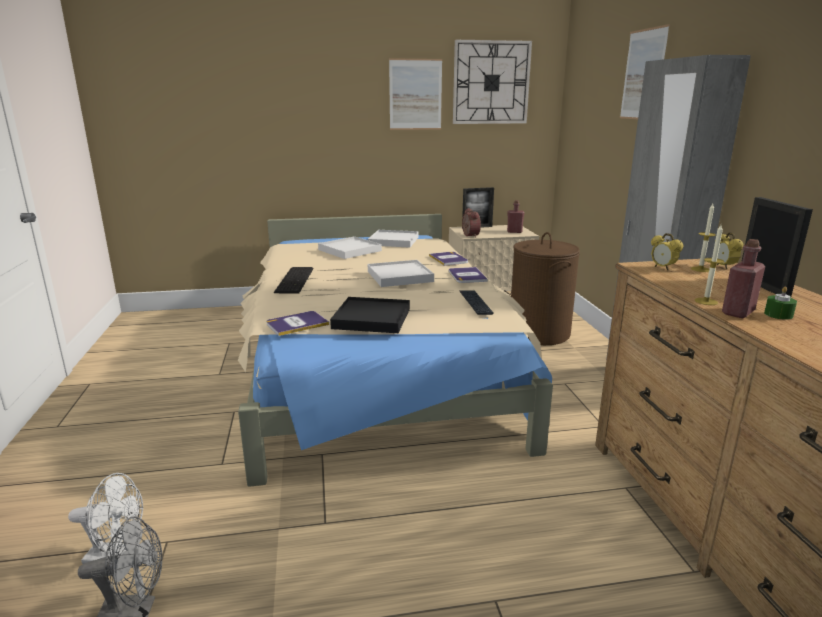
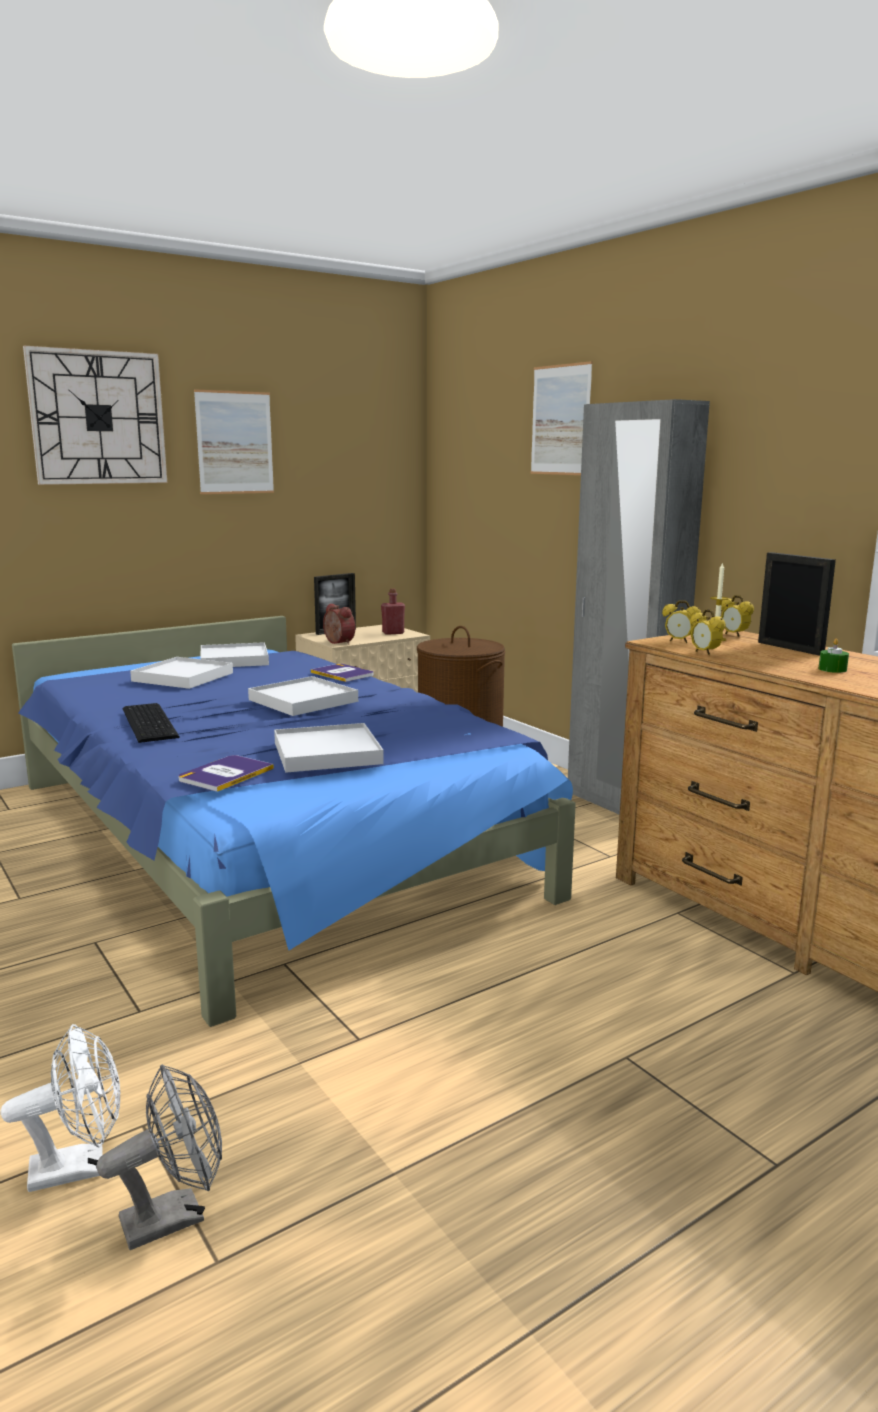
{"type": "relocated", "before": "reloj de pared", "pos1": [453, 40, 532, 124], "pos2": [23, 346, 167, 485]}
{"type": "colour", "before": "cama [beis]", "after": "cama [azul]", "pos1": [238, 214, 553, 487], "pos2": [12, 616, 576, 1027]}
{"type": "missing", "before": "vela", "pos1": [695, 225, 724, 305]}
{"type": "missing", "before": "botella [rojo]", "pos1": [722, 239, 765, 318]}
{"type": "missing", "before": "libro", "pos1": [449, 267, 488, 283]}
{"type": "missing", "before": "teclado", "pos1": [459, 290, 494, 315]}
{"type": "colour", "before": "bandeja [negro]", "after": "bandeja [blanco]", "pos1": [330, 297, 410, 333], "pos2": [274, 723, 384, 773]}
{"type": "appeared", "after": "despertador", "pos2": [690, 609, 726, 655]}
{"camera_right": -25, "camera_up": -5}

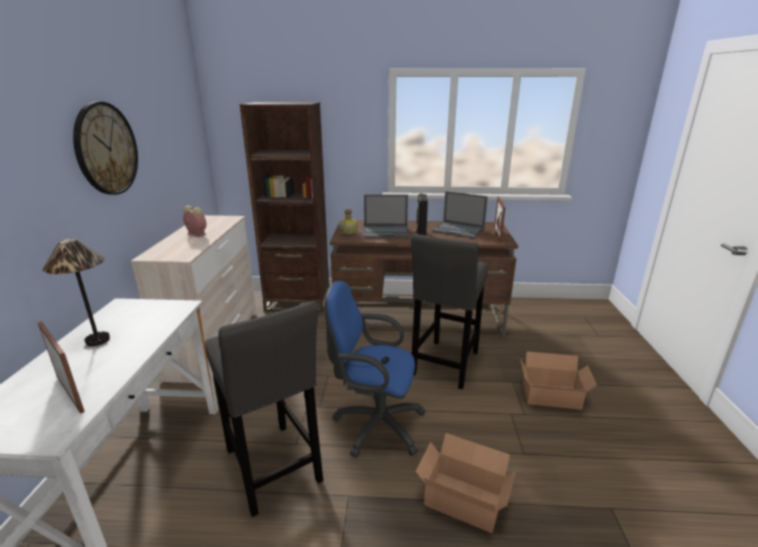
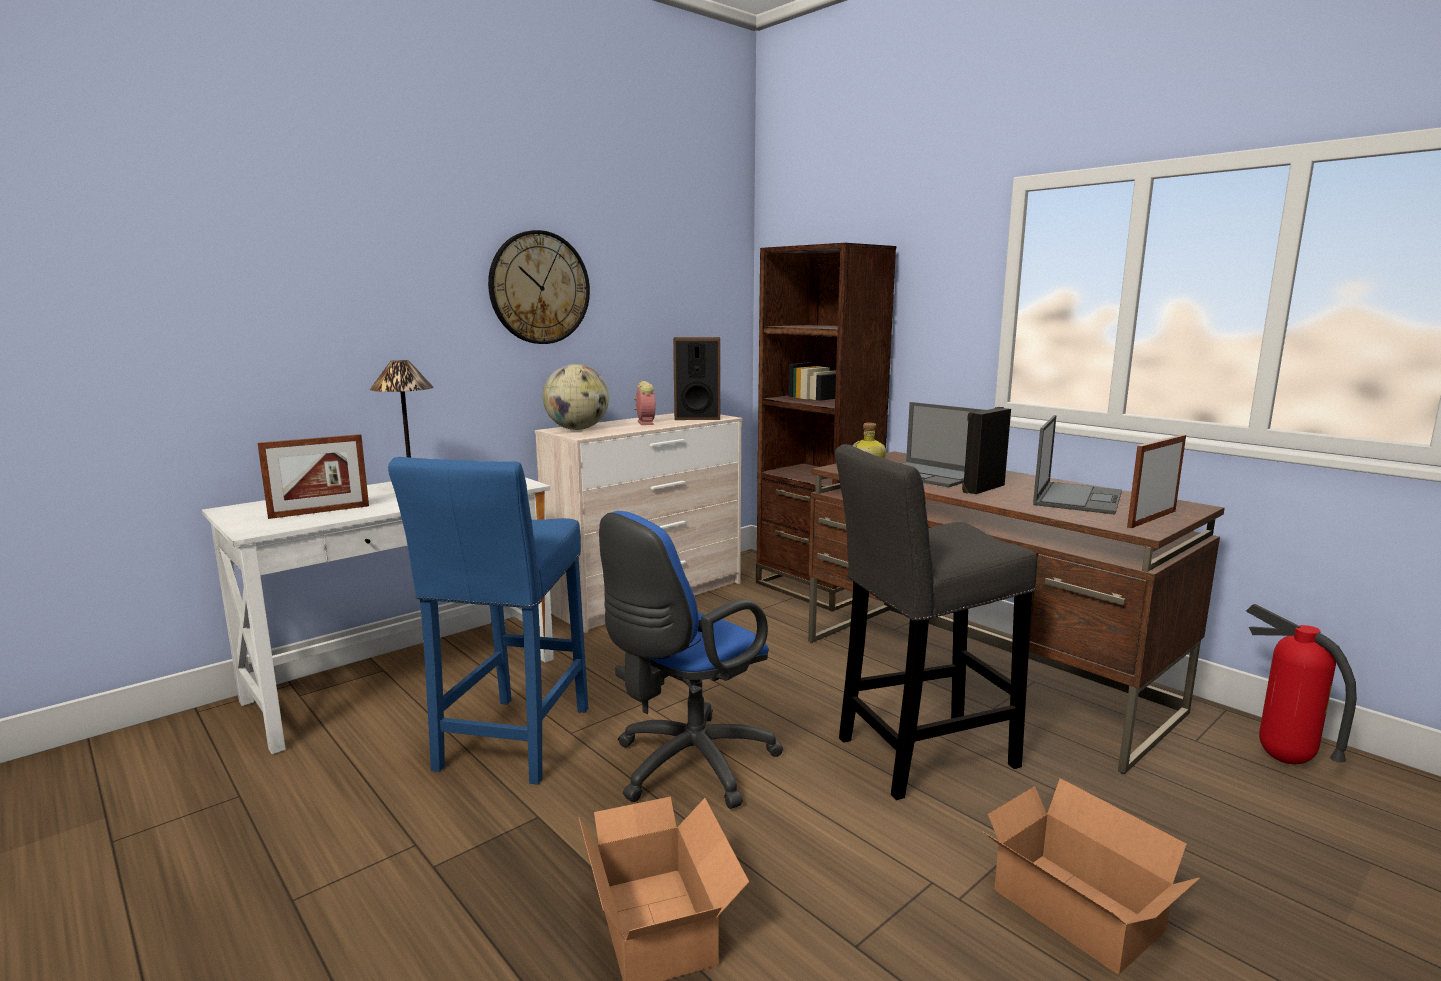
{"type": "spun", "before": "portátil", "pos1": [432, 191, 488, 239], "pos2": [1033, 415, 1122, 515], "turn": -135}
{"type": "spun", "before": "silla de oficina [azul]", "pos1": [324, 281, 426, 458], "pos2": [599, 511, 783, 809], "turn": -105}
{"type": "colour", "before": "taburete [gris]", "after": "taburete [azul]", "pos1": [205, 301, 323, 517], "pos2": [388, 457, 588, 785]}
{"type": "spun", "before": "portarretratos", "pos1": [37, 321, 85, 414], "pos2": [257, 434, 369, 519], "turn": 60}
{"type": "appeared", "after": "altavoz", "pos2": [673, 337, 720, 420]}
{"type": "appeared", "after": "globo terráqueo", "pos2": [543, 364, 609, 430]}
{"type": "appeared", "after": "extintor", "pos2": [1246, 604, 1357, 764]}
{"camera_right": 45, "camera_up": -10}

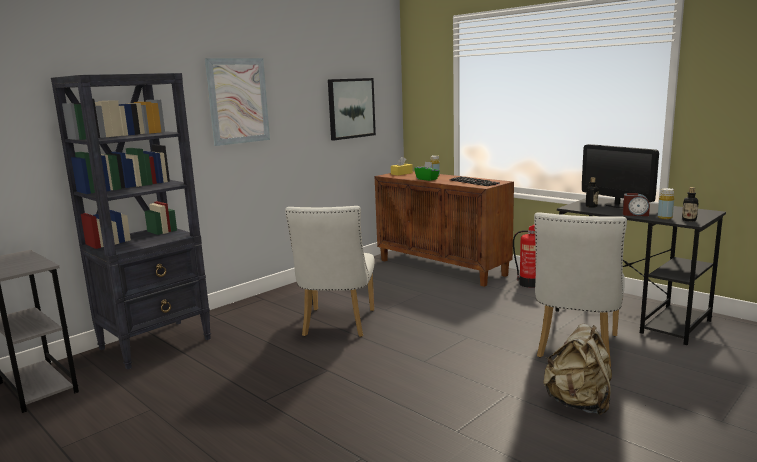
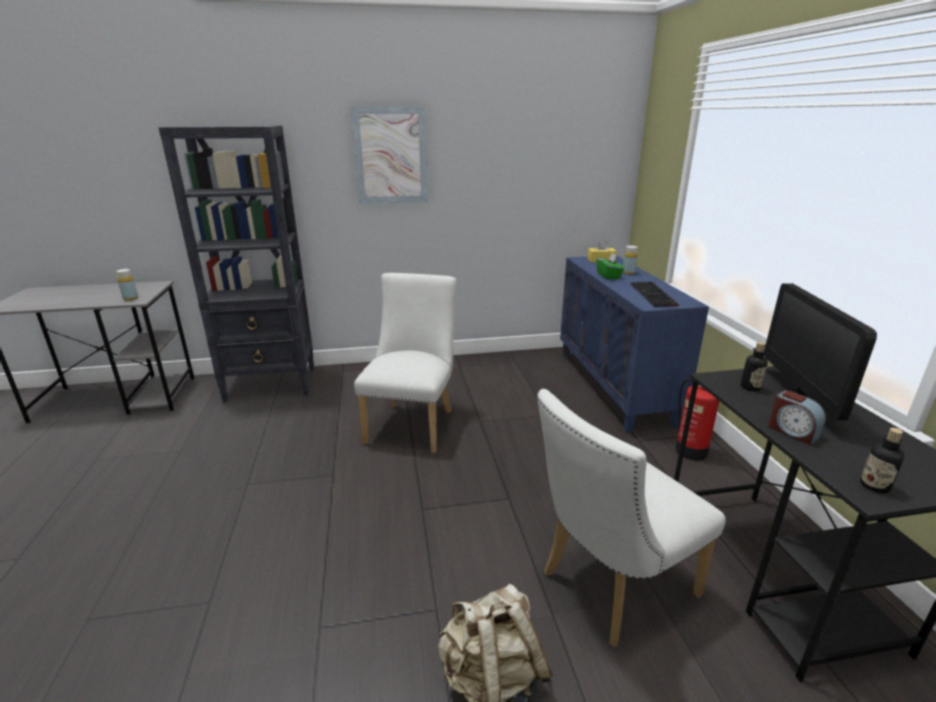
{"type": "missing", "before": "cuadro", "pos1": [328, 78, 376, 140]}
{"type": "colour", "before": "armario [marrón]", "after": "armario [azul]", "pos1": [375, 171, 514, 287], "pos2": [560, 255, 709, 433]}
{"type": "relocated", "before": "botella [amarillo]", "pos1": [658, 188, 674, 219], "pos2": [116, 269, 138, 301]}
{"type": "spun", "before": "silla [blanco]", "pos1": [285, 206, 375, 337], "pos2": [354, 273, 457, 453], "turn": 150}
{"camera_right": 35, "camera_up": 10}

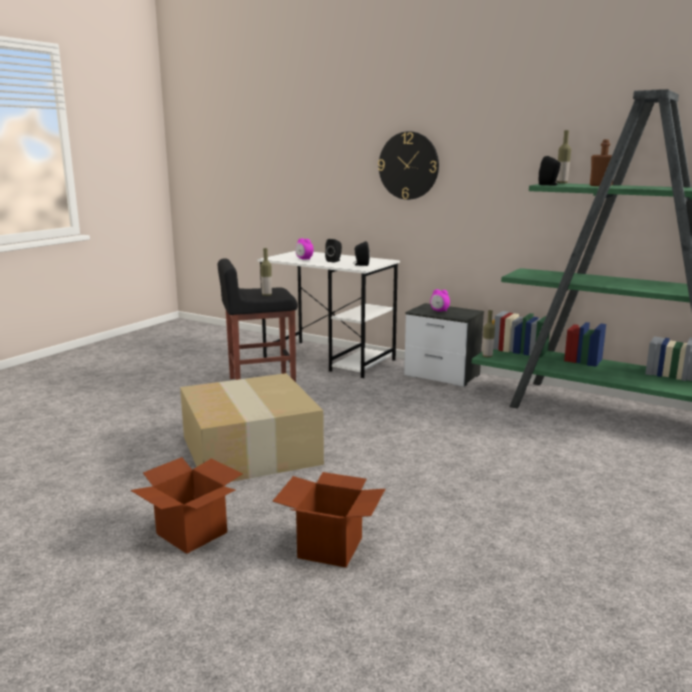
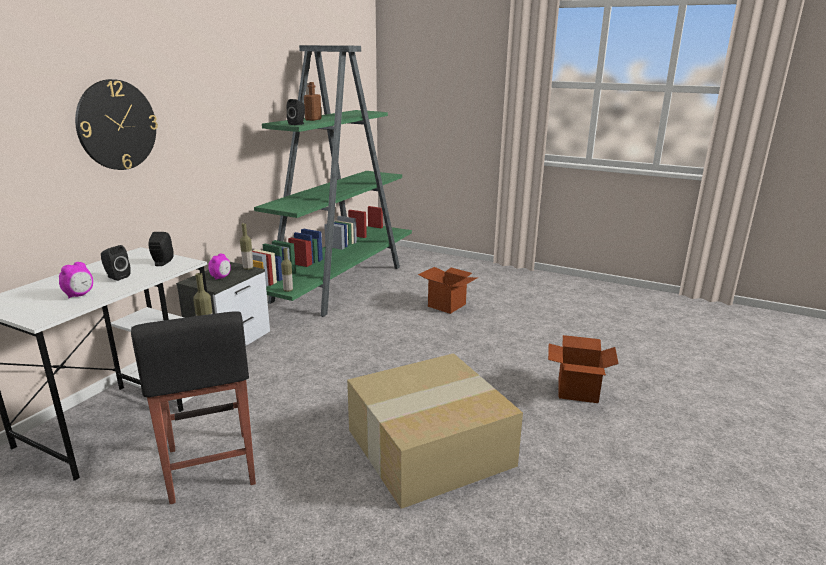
{"type": "relocated", "before": "botella", "pos1": [556, 130, 571, 183], "pos2": [240, 223, 253, 270]}
{"type": "relocated", "before": "caja de cartón", "pos1": [130, 457, 242, 554], "pos2": [418, 267, 478, 314]}
{"camera_right": -95, "camera_up": 5}

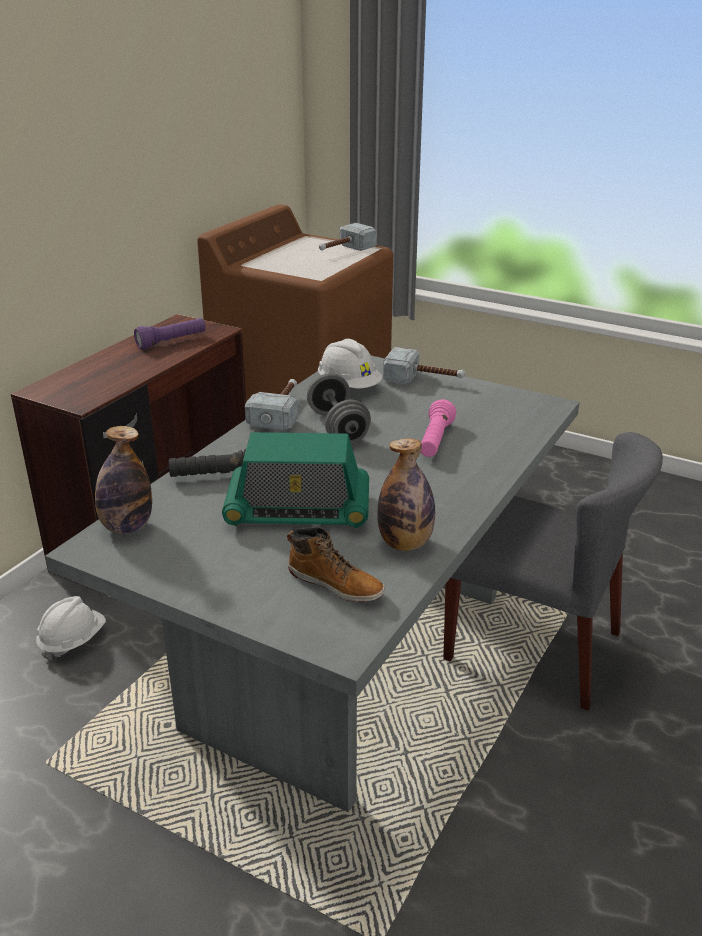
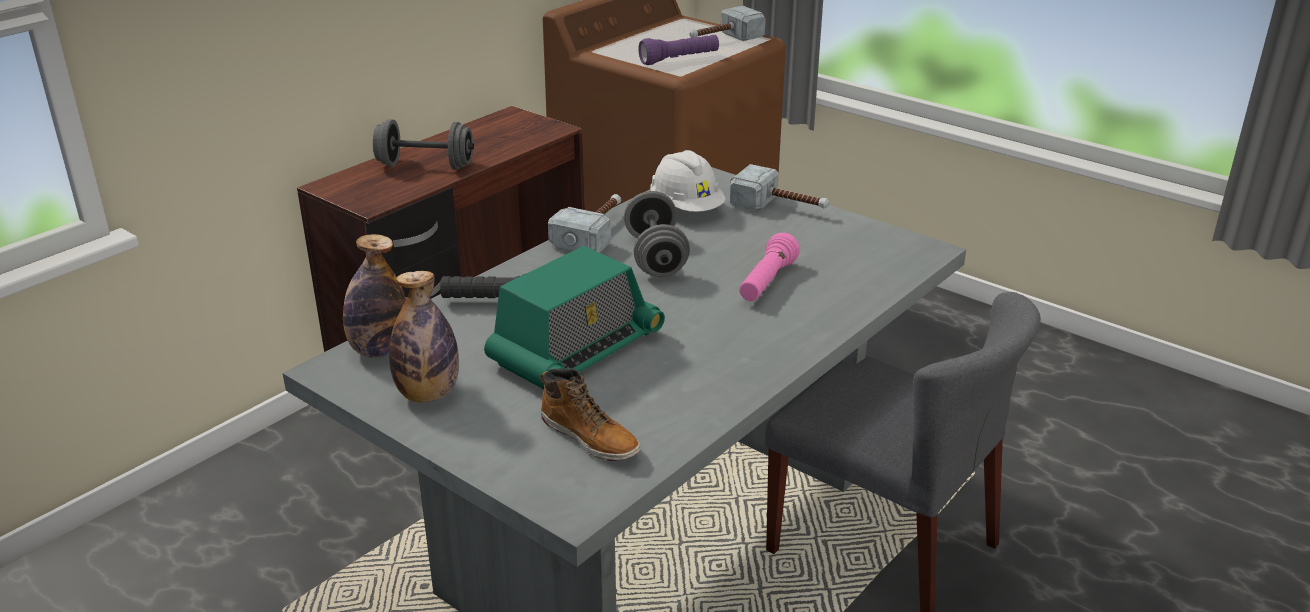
{"type": "relocated", "before": "linterna [morado]", "pos1": [134, 318, 205, 349], "pos2": [638, 35, 719, 65]}
{"type": "spun", "before": "radio", "pos1": [222, 432, 369, 528], "pos2": [484, 246, 665, 389], "turn": -60}
{"type": "relocated", "before": "botella", "pos1": [377, 438, 435, 551], "pos2": [389, 271, 459, 403]}
{"type": "missing", "before": "casco [blanco]", "pos1": [36, 596, 106, 661]}
{"type": "appeared", "after": "mancuerna [gris]", "pos2": [373, 119, 474, 169]}
{"camera_right": 10, "camera_up": 0}

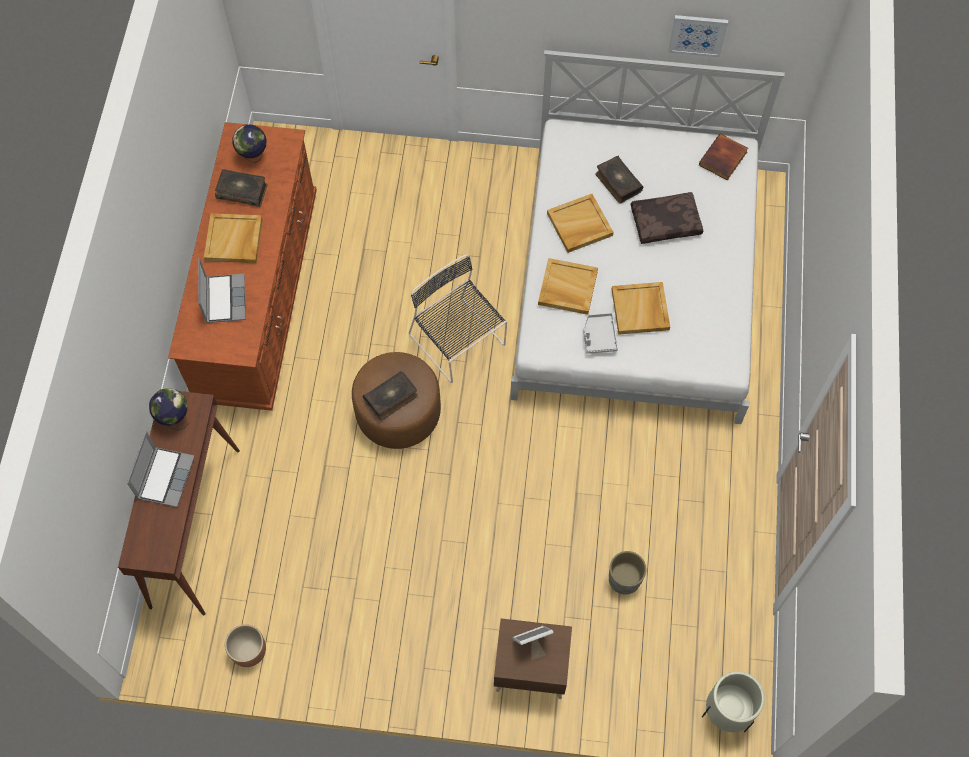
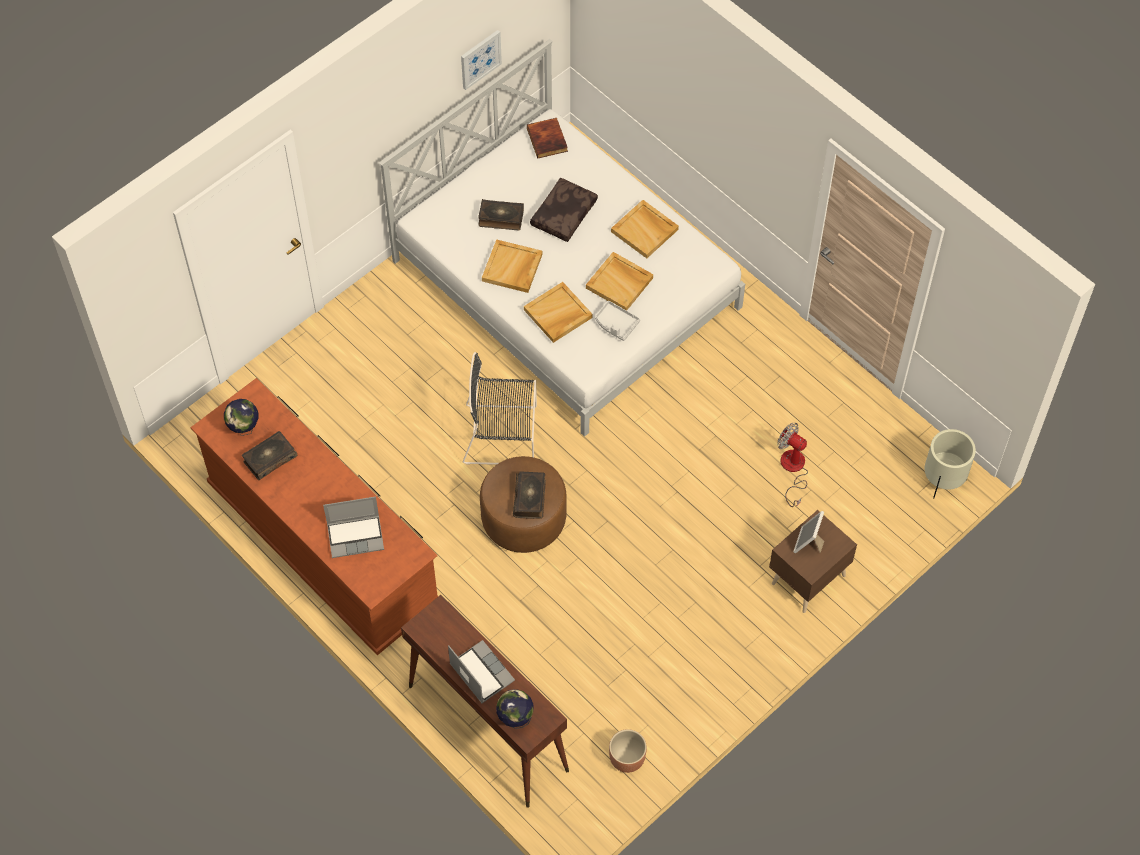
{"type": "relocated", "before": "bandeja [beis]", "pos1": [204, 213, 263, 263], "pos2": [611, 200, 679, 259]}
{"type": "spun", "before": "portátil", "pos1": [198, 257, 245, 323], "pos2": [323, 496, 384, 558], "turn": 135}
{"type": "relocated", "before": "globo terráqueo", "pos1": [149, 388, 189, 431], "pos2": [496, 689, 534, 729]}
{"type": "exchanged", "before": "maceta [gris]", "after": "ventilador", "pos1": [609, 551, 647, 595], "pos2": [777, 423, 808, 507]}
{"camera_right": -50, "camera_up": -5}

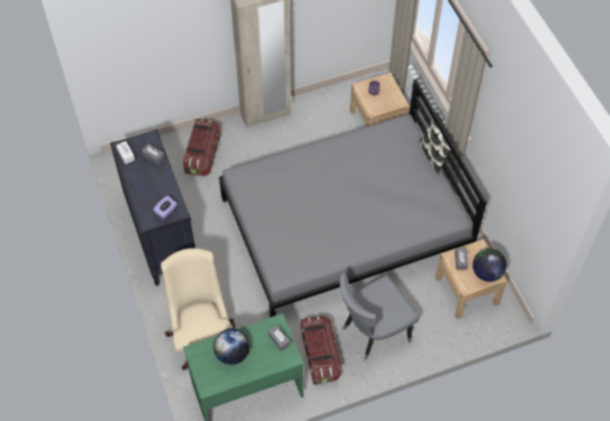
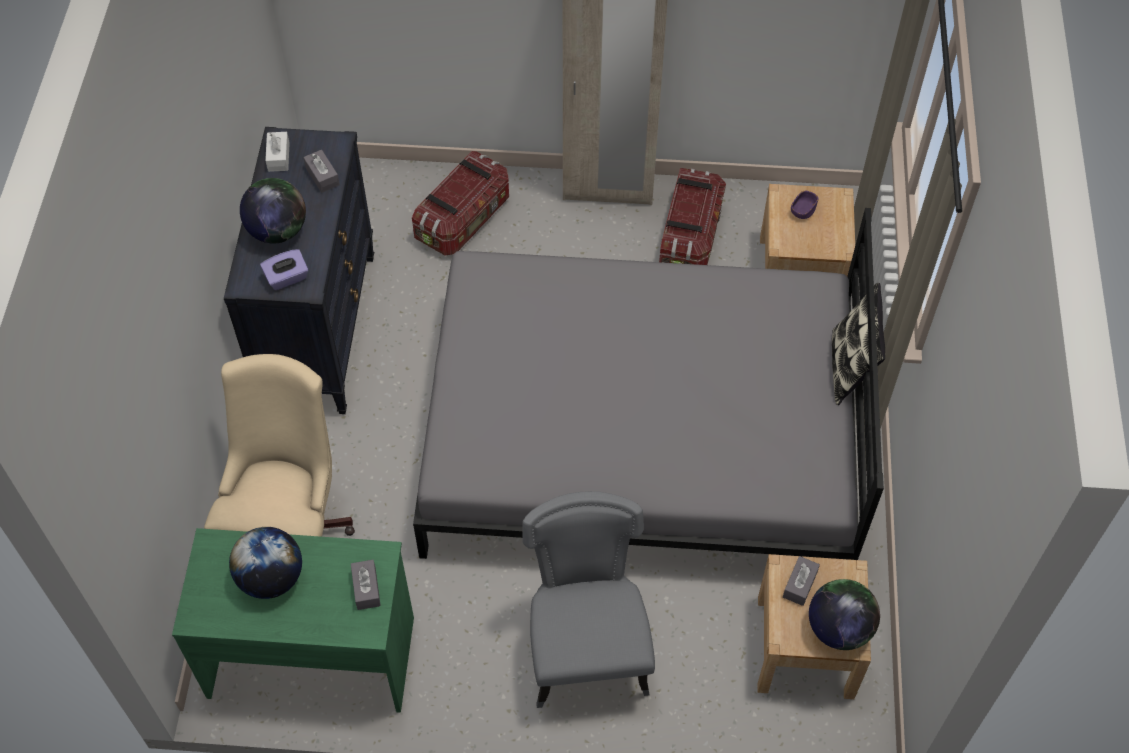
{"type": "spun", "before": "silla [gris]", "pos1": [340, 273, 419, 360], "pos2": [522, 491, 655, 708], "turn": 90}
{"type": "relocated", "before": "caja de almacenaje", "pos1": [301, 315, 342, 385], "pos2": [659, 168, 726, 265]}
{"type": "appeared", "after": "globo terráqueo", "pos2": [240, 178, 306, 244]}
{"camera_right": 25, "camera_up": 0}

